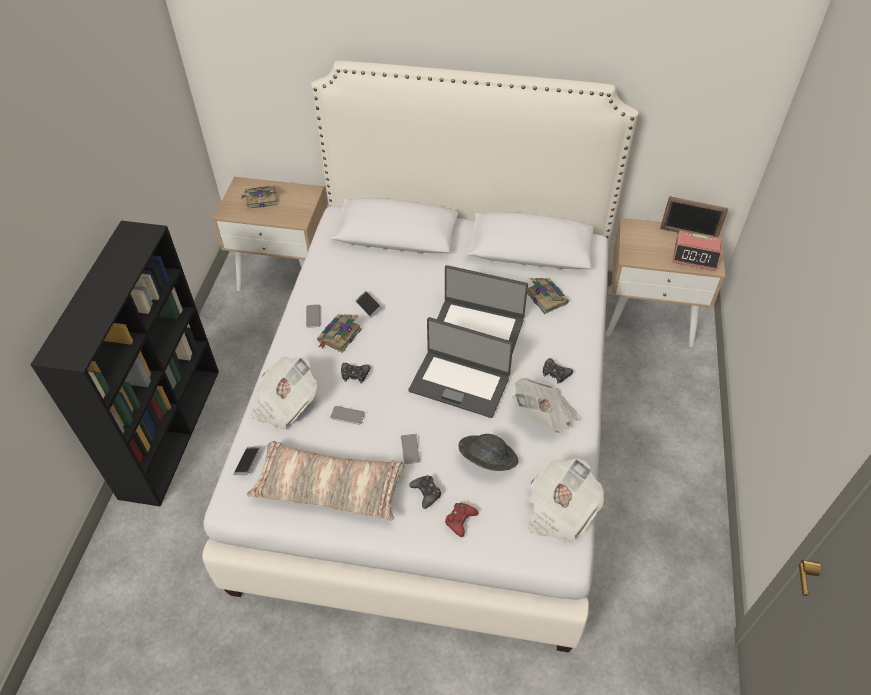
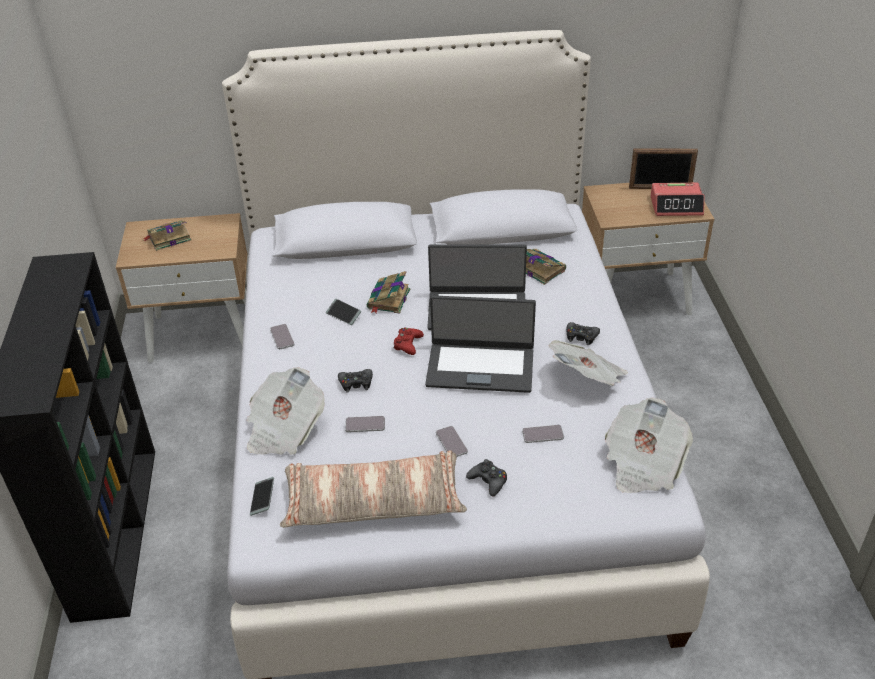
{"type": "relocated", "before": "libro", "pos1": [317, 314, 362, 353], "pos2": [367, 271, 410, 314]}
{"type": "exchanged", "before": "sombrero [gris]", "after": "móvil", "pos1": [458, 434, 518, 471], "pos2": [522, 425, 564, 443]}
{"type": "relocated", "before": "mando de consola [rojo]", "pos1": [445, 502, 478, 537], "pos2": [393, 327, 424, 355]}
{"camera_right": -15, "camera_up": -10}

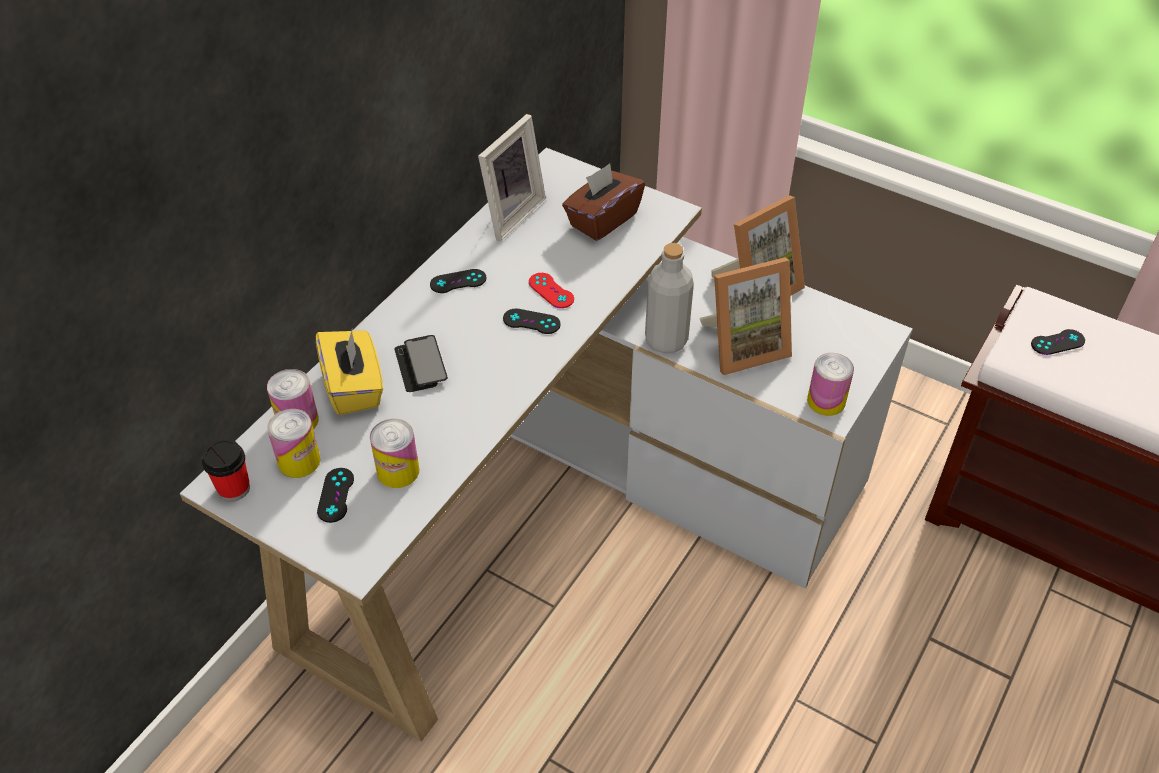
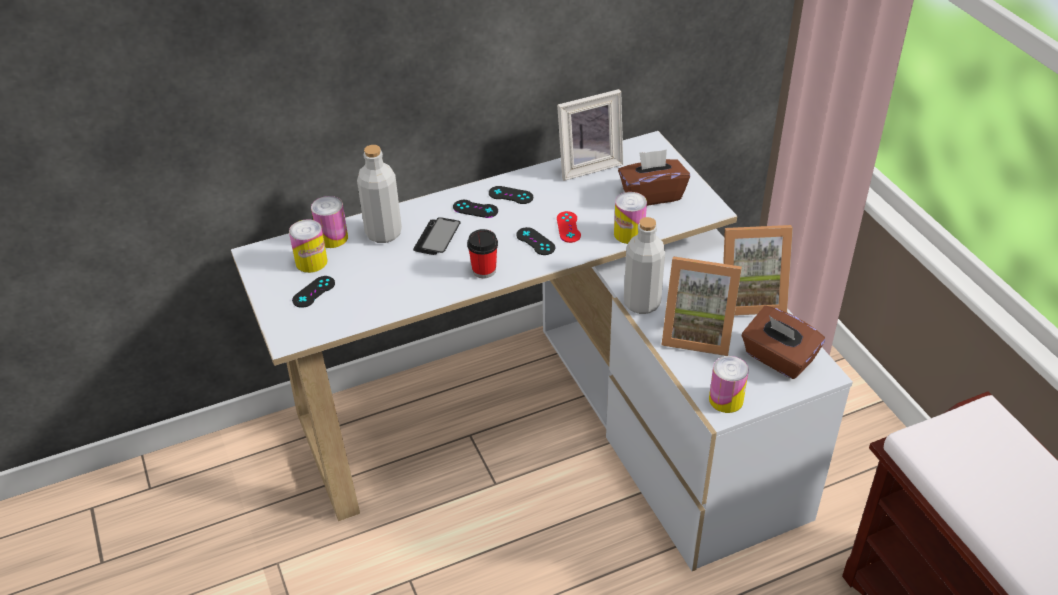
{"type": "exchanged", "before": "caja de pañuelos [amarillo]", "after": "botella [gris]", "pos1": [316, 327, 383, 415], "pos2": [357, 145, 402, 243]}
{"type": "relocated", "before": "mando de consola [negro]", "pos1": [1031, 329, 1085, 355], "pos2": [453, 200, 498, 218]}
{"type": "relocated", "before": "lata", "pos1": [370, 419, 420, 488], "pos2": [614, 192, 647, 244]}
{"type": "relocated", "before": "taza", "pos1": [202, 439, 250, 502], "pos2": [467, 229, 498, 278]}
{"type": "appeared", "after": "caja de pañuelos [marrón]", "pos2": [742, 306, 825, 379]}
{"camera_right": 35, "camera_up": -5}

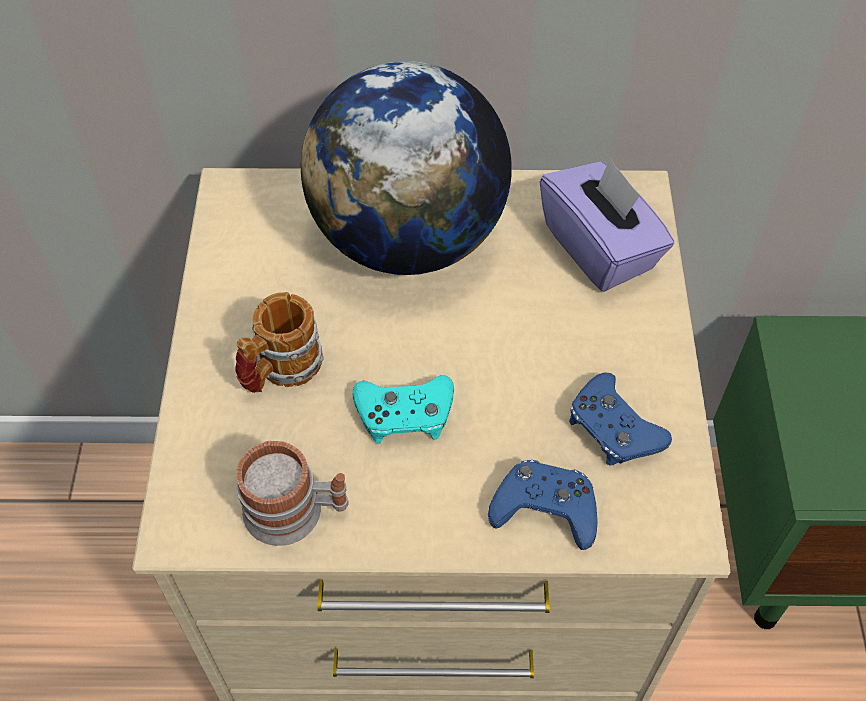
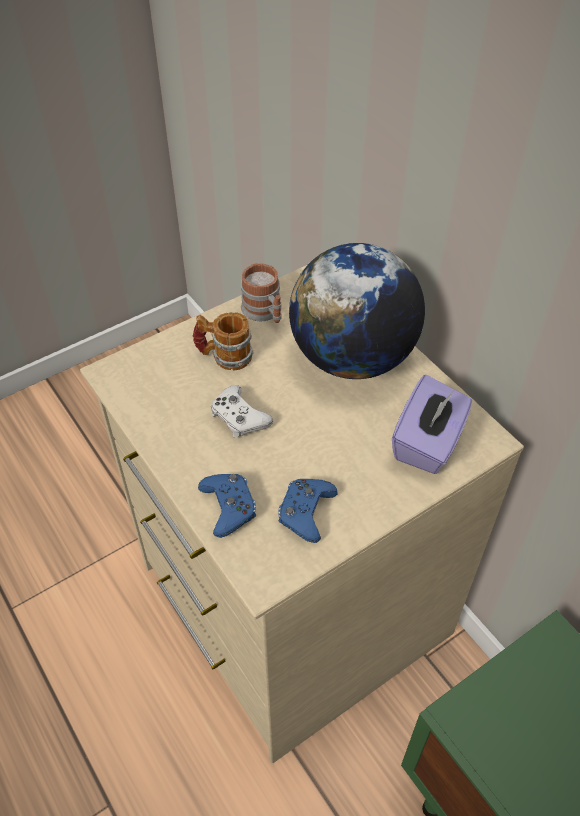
{"type": "colour", "before": "mando de consola [turquesa]", "after": "mando de consola [blanco]", "pos1": [352, 375, 454, 444], "pos2": [211, 385, 273, 438]}
{"type": "relocated", "before": "taza grande", "pos1": [236, 441, 349, 546], "pos2": [241, 263, 282, 323]}
{"camera_right": 55, "camera_up": -5}

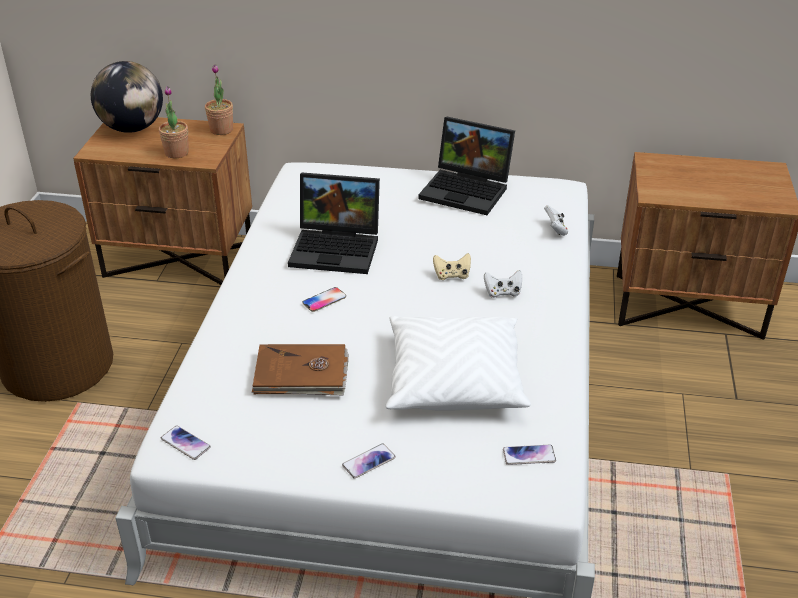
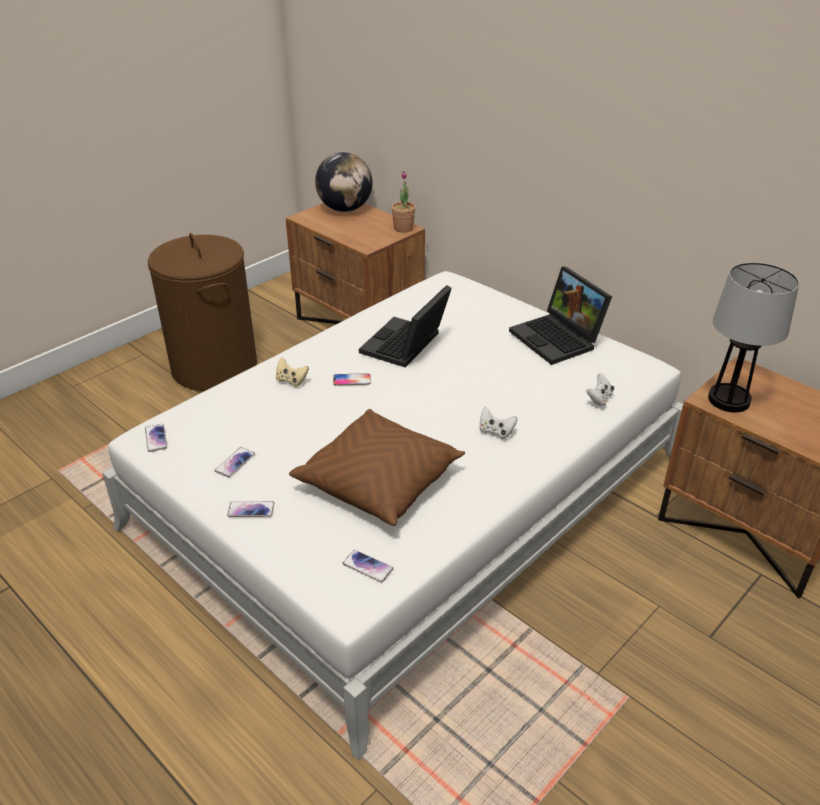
{"type": "missing", "before": "planta en maceta", "pos1": [159, 86, 189, 158]}
{"type": "spun", "before": "portátil", "pos1": [288, 172, 380, 274], "pos2": [359, 285, 452, 367], "turn": 75}
{"type": "relocated", "before": "mando de consola [beis]", "pos1": [433, 253, 471, 280], "pos2": [276, 358, 309, 387]}
{"type": "colour", "before": "cojín [blanco]", "after": "cojín [marrón]", "pos1": [385, 316, 531, 411], "pos2": [289, 409, 465, 526]}
{"type": "missing", "before": "libro [marrón]", "pos1": [252, 344, 349, 395]}
{"type": "appeared", "after": "lámpara de mesa", "pos2": [708, 262, 799, 413]}
{"type": "appeared", "after": "móvil", "pos2": [215, 447, 255, 477]}
{"camera_right": 35, "camera_up": 0}

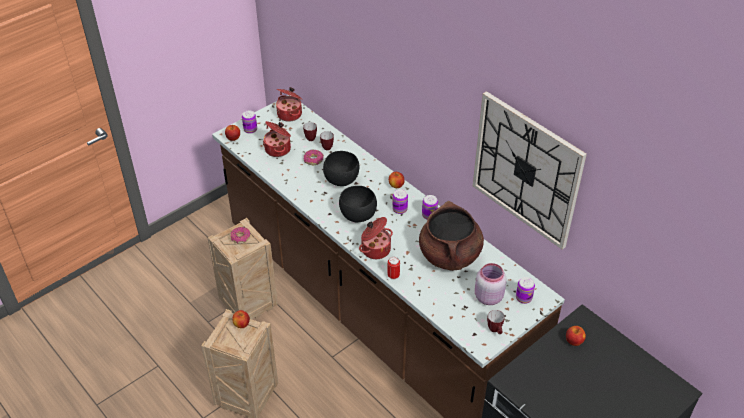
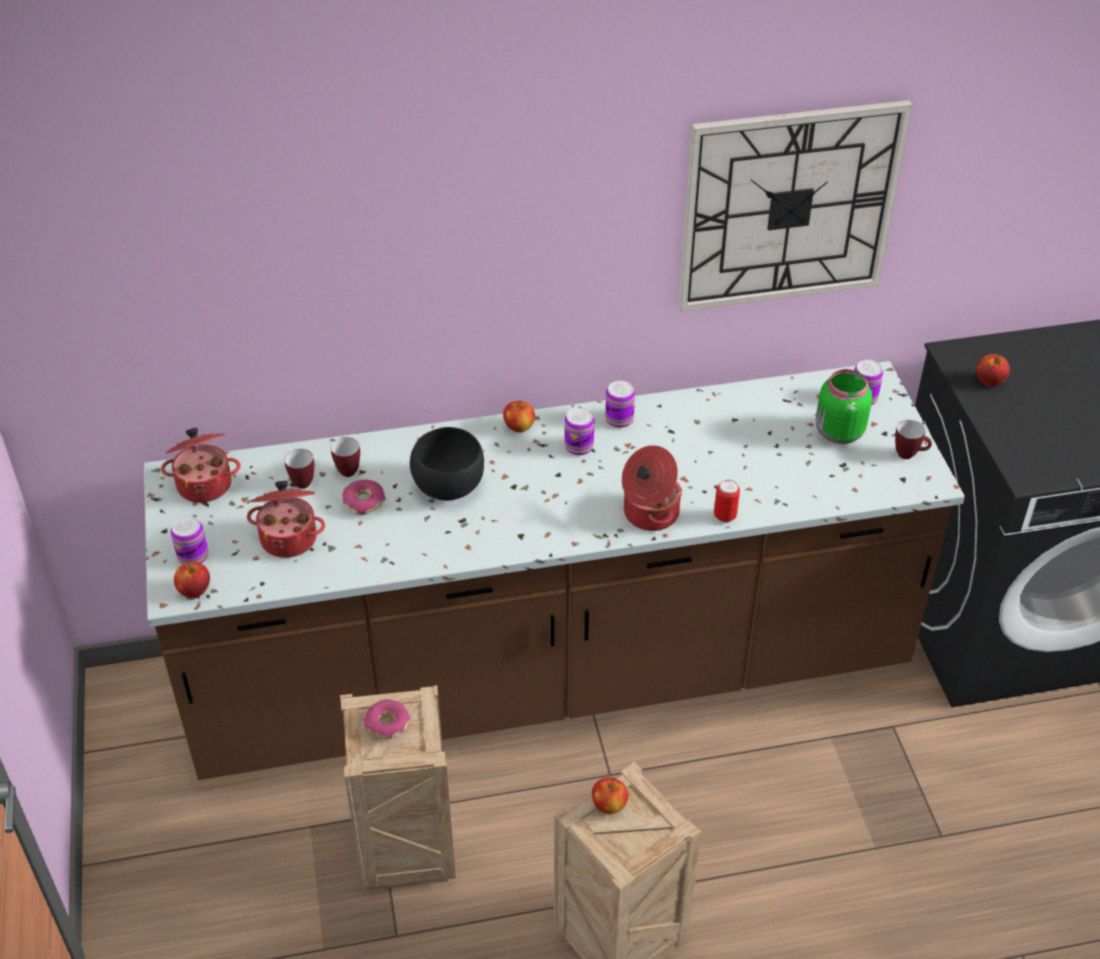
{"type": "missing", "before": "cuenco [negro]", "pos1": [339, 186, 377, 222]}
{"type": "missing", "before": "olla [marrón]", "pos1": [419, 201, 484, 271]}
{"type": "colour", "before": "tarro [rosa]", "after": "tarro [verde]", "pos1": [475, 263, 507, 305], "pos2": [816, 369, 872, 444]}
{"camera_right": -60, "camera_up": 0}

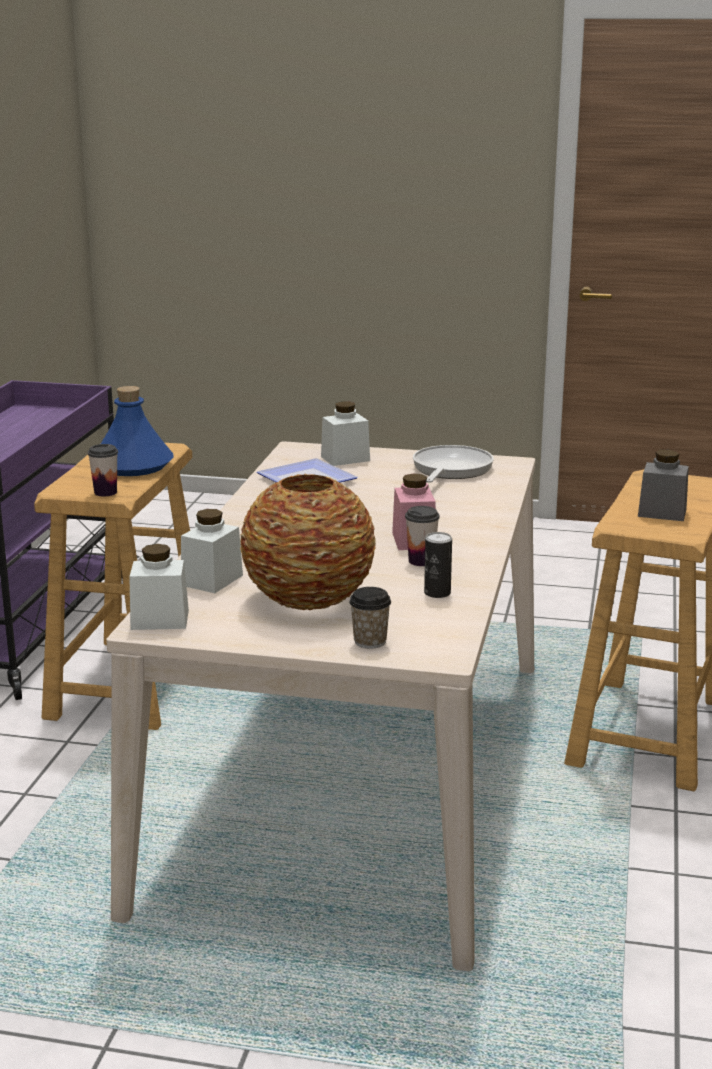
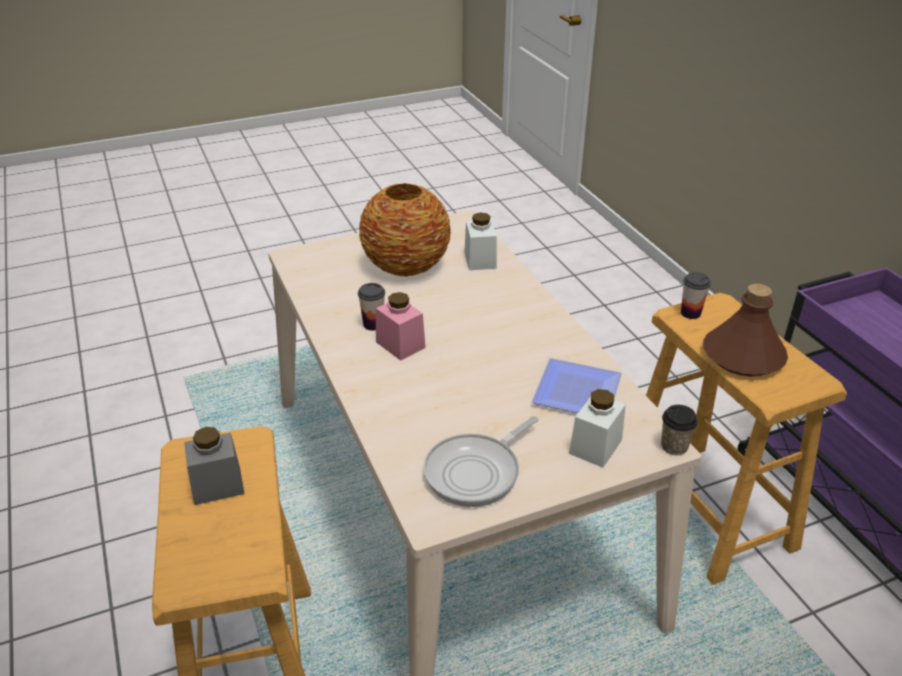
{"type": "colour", "before": "botella [azul]", "after": "botella [marrón]", "pos1": [101, 386, 174, 476], "pos2": [703, 284, 788, 376]}
{"type": "spun", "before": "sartén", "pos1": [413, 445, 494, 483], "pos2": [423, 416, 538, 507], "turn": 60}
{"type": "missing", "before": "lata", "pos1": [424, 532, 452, 598]}
{"type": "missing", "before": "tarro [blanco]", "pos1": [129, 544, 189, 630]}
{"type": "relocated", "before": "taza", "pos1": [349, 587, 391, 649], "pos2": [661, 405, 698, 455]}
{"camera_right": 145, "camera_up": 15}

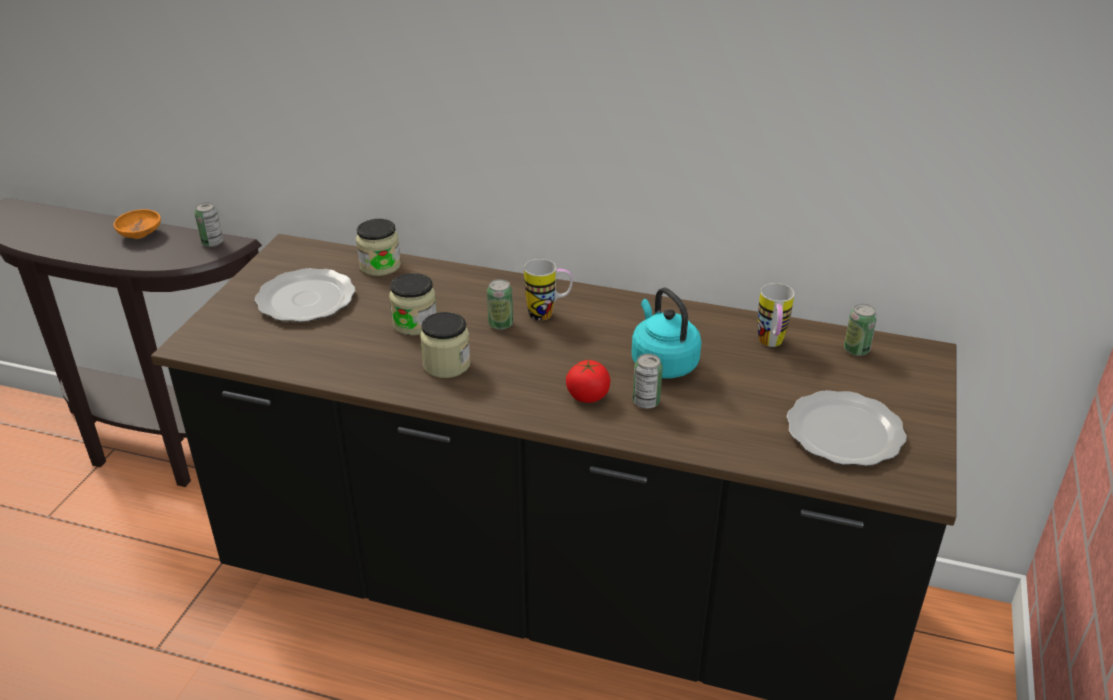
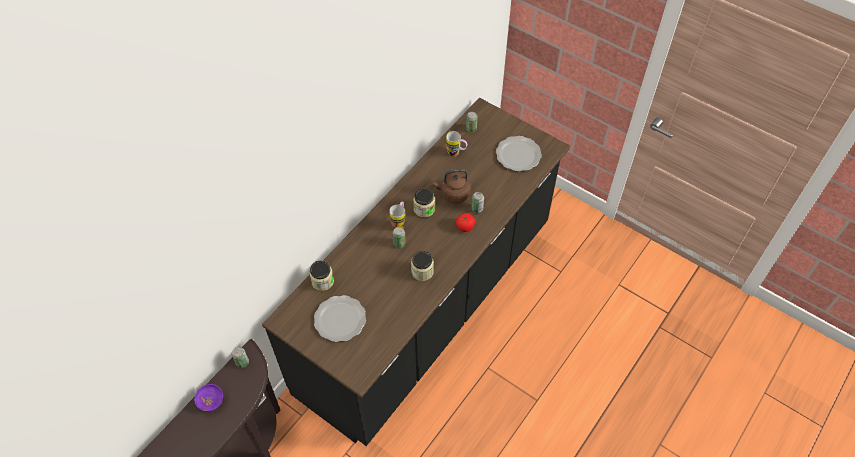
{"type": "colour", "before": "cuenco [naranja]", "after": "cuenco [morado]", "pos1": [114, 209, 161, 239], "pos2": [194, 384, 223, 412]}
{"type": "relocated", "before": "tarro", "pos1": [389, 273, 437, 335], "pos2": [413, 188, 435, 217]}
{"type": "colour", "before": "hervidor [turquesa]", "after": "hervidor [marrón]", "pos1": [632, 287, 701, 378], "pos2": [432, 169, 471, 203]}
{"camera_right": -70, "camera_up": 20}

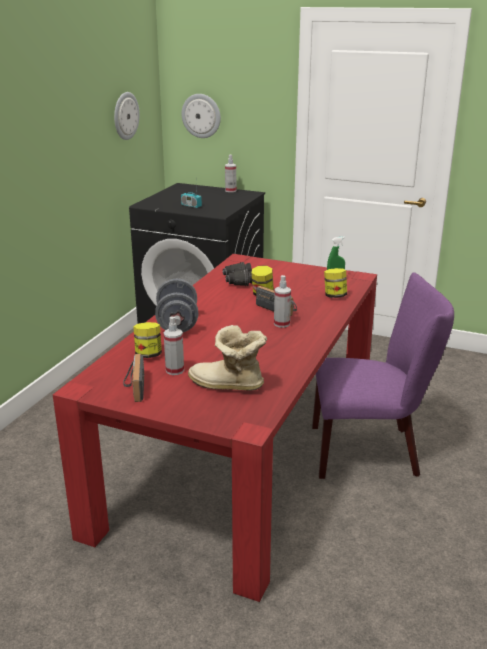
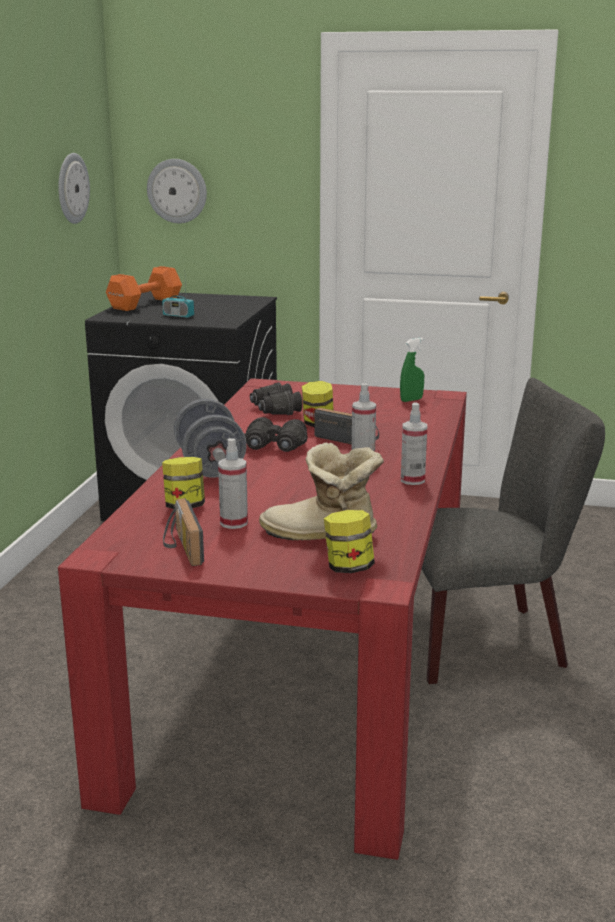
{"type": "relocated", "before": "pulverizador", "pos1": [225, 155, 236, 192], "pos2": [401, 403, 427, 485]}
{"type": "relocated", "before": "tarro", "pos1": [324, 268, 347, 298], "pos2": [324, 510, 375, 573]}
{"type": "colour", "before": "silla [morado]", "after": "silla [gris]", "pos1": [312, 273, 454, 479], "pos2": [421, 378, 605, 684]}
{"type": "appeared", "after": "mancuerna [naranja]", "pos2": [106, 266, 182, 311]}
{"type": "appeared", "after": "prismáticos [negro]", "pos2": [244, 417, 307, 452]}
{"camera_right": -10, "camera_up": -5}

